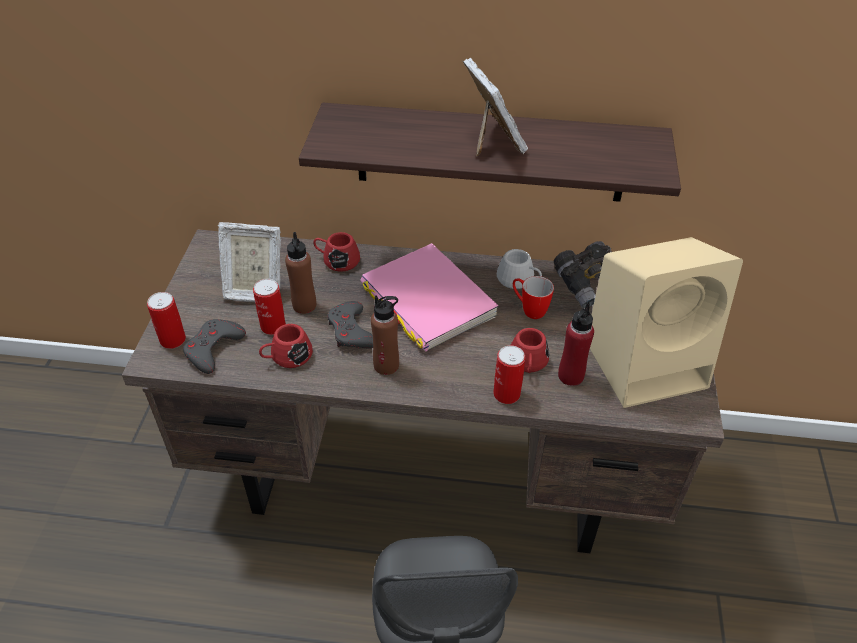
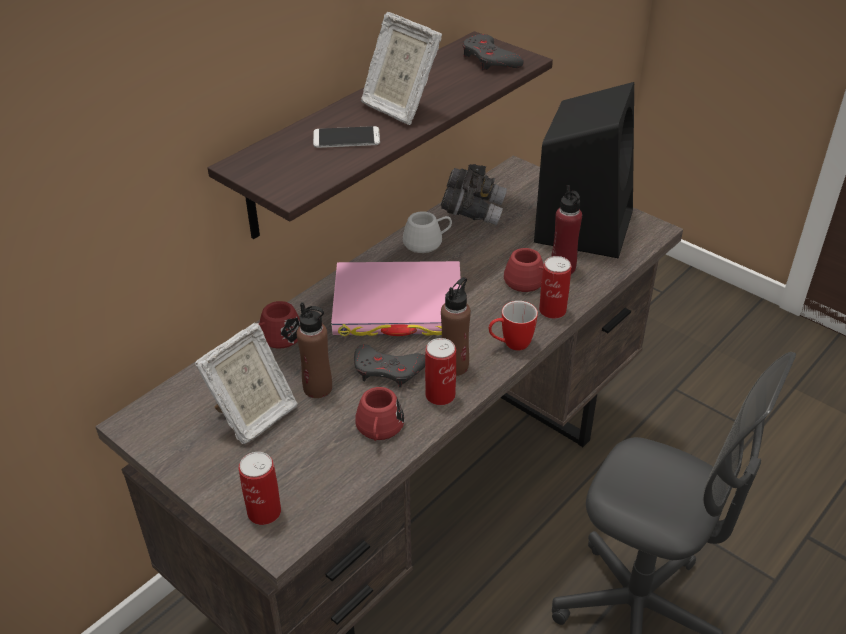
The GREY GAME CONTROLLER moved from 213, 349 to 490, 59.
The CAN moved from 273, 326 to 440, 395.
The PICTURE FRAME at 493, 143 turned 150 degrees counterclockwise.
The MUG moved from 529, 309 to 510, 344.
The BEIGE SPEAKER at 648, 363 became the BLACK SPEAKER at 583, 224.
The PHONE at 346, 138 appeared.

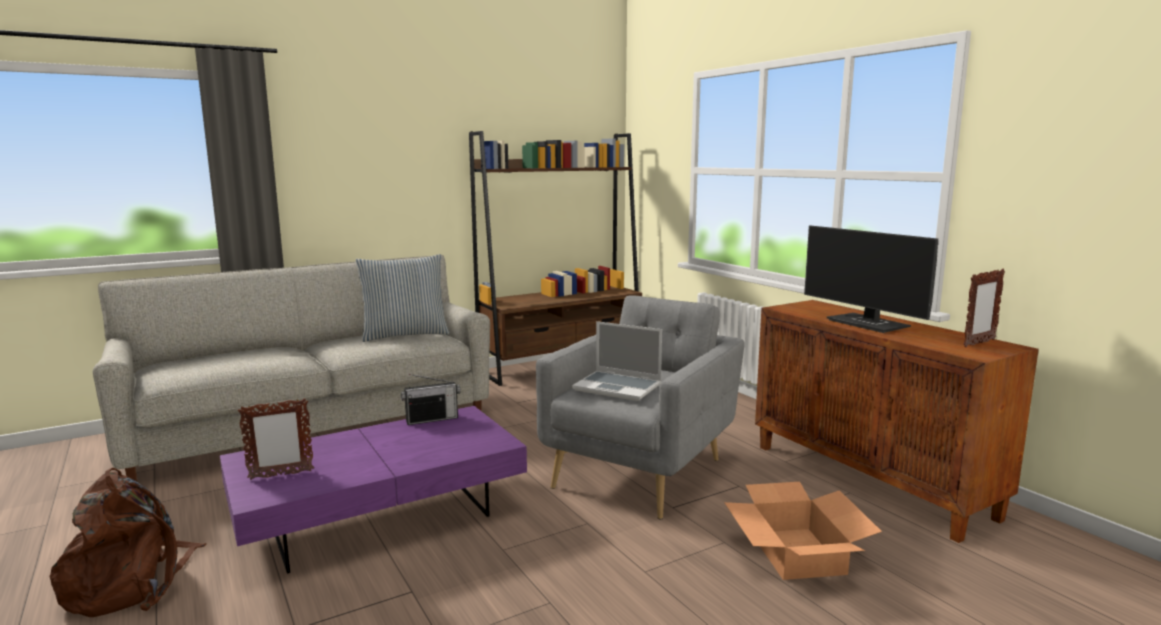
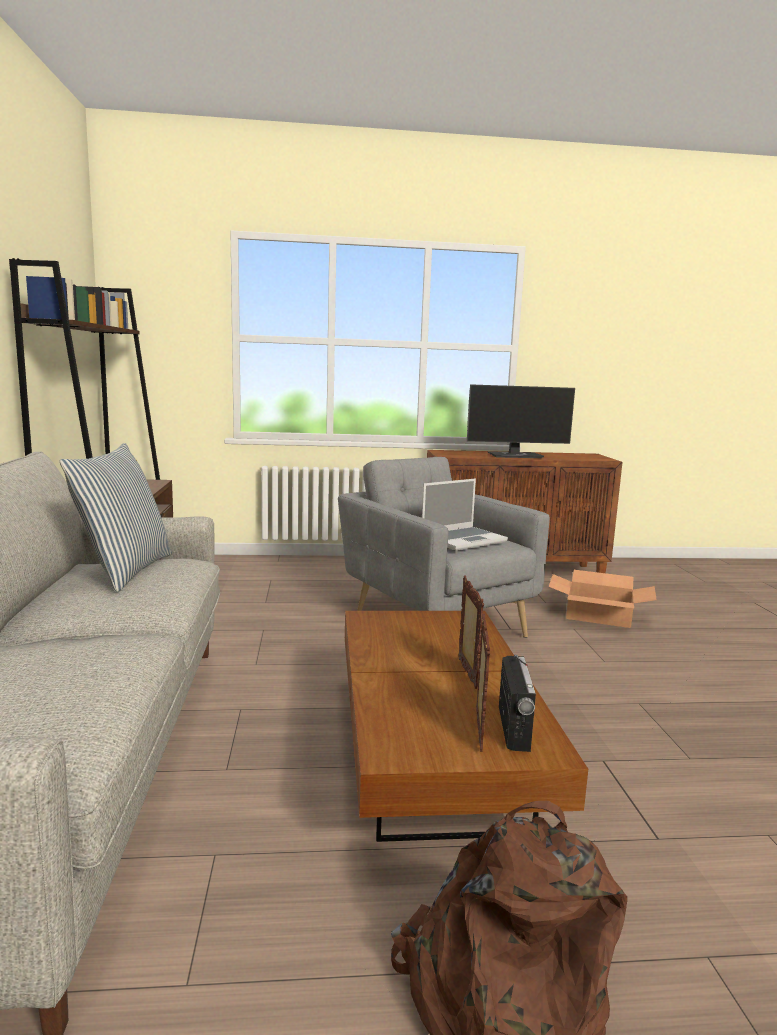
The PURPLE COFFEE TABLE at 380, 517 became the BROWN COFFEE TABLE at 432, 756.
The RADIO moved from 432, 419 to 513, 728.
The PICTURE FRAME moved from 979, 343 to 467, 673.

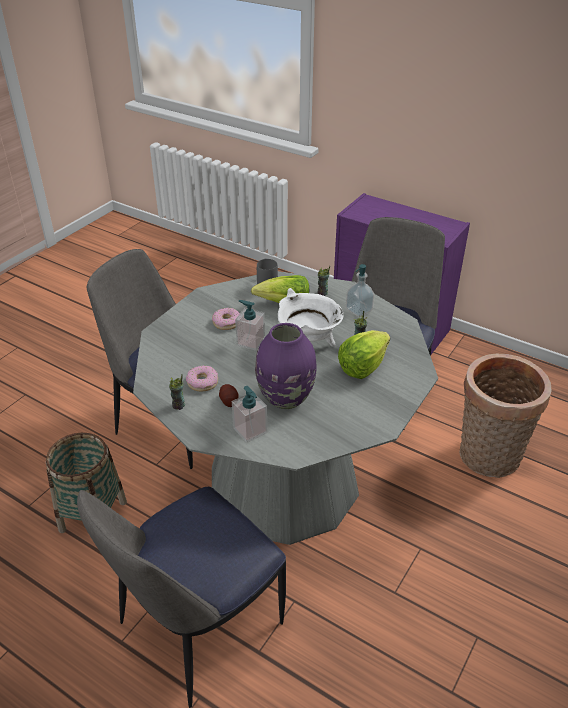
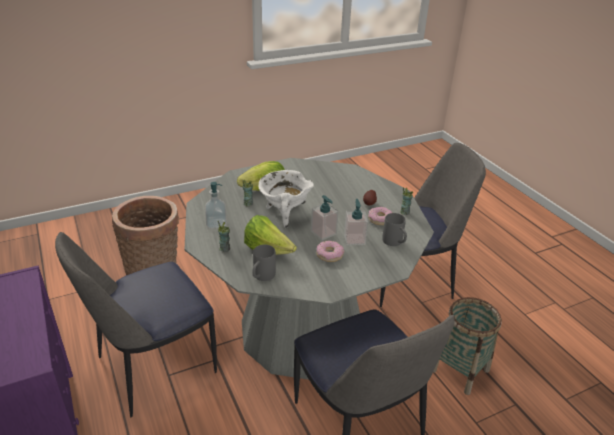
The SOAP DISPENSER moved from 250, 430 to 354, 239.
The PURPLE VASE at 286, 398 disappeared.
The GREY MUG at 395, 243 appeared.

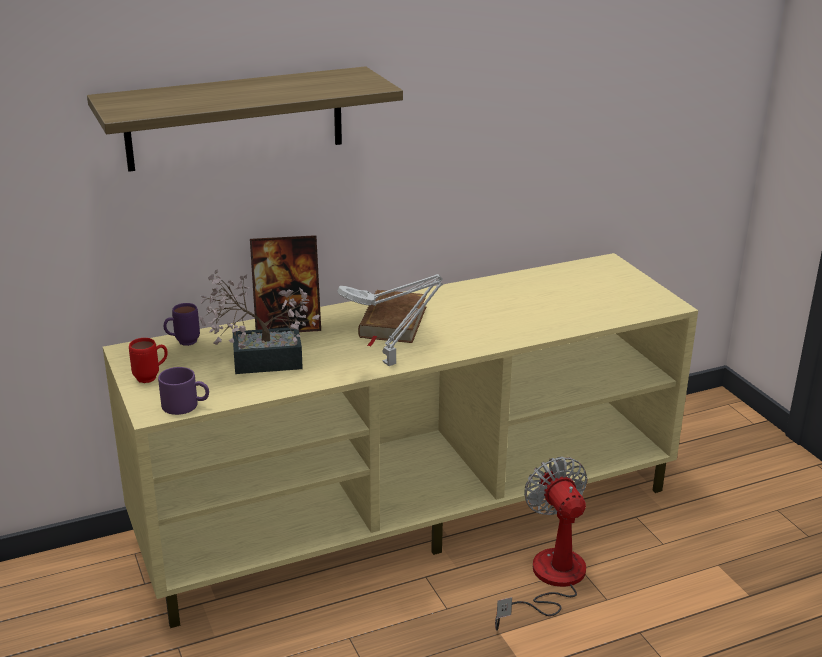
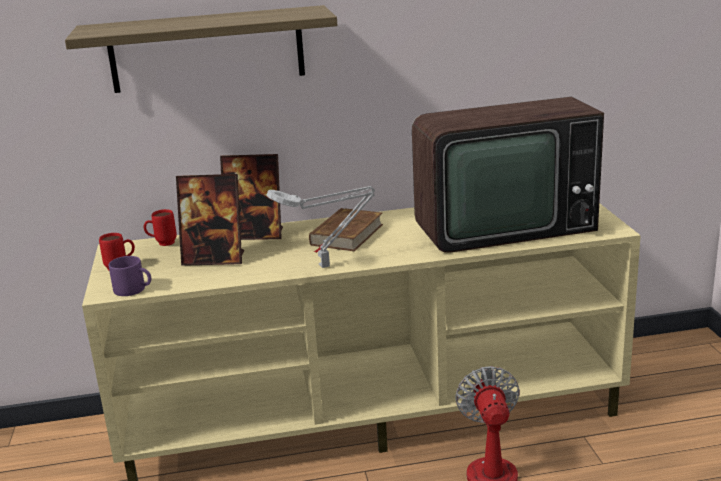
The PURPLE MUG at 182, 343 became the RED MUG at 162, 244.
The POTTED PLANT at 258, 361 was replaced by the PICTURE FRAME at 214, 259.
The TELEVISION at 499, 226 appeared.

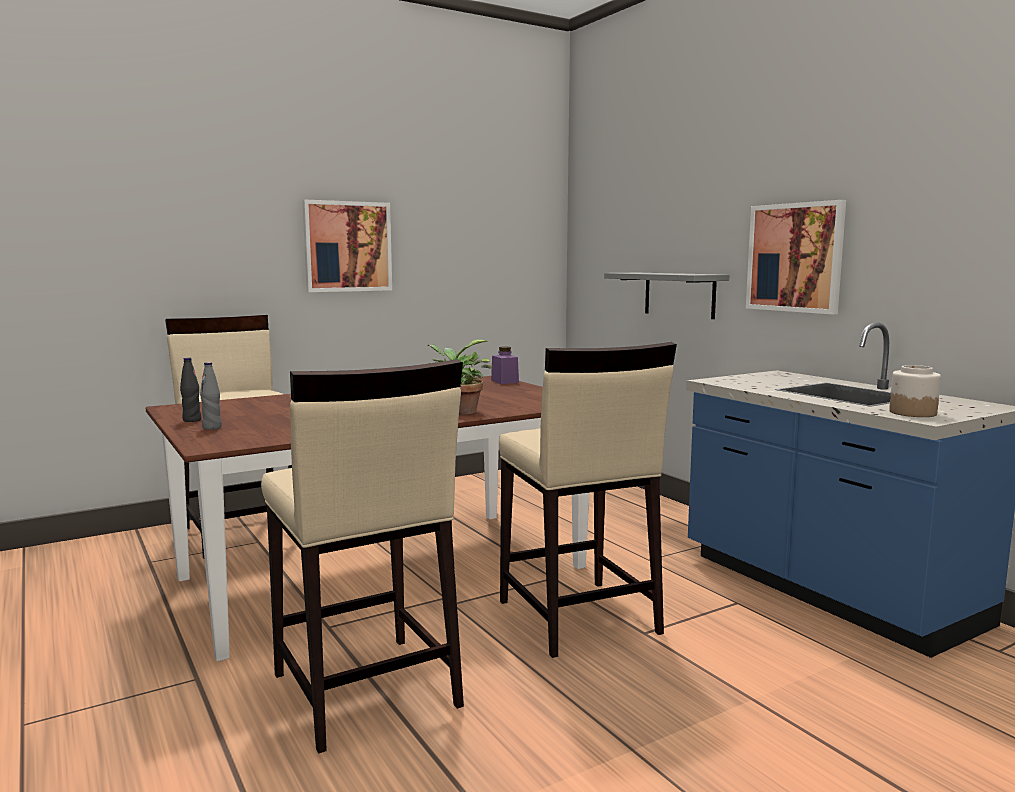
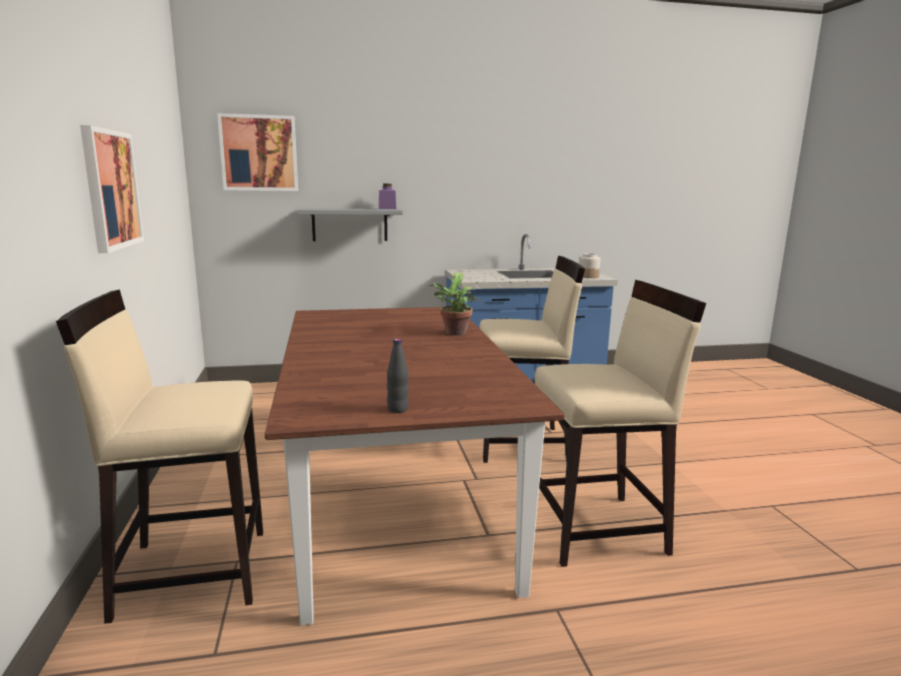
The GREY BOTTLE at 212, 428 disappeared.
The PURPLE JAR moved from 504, 381 to 387, 208.
The PICTURE moved from 795, 257 to 259, 153.

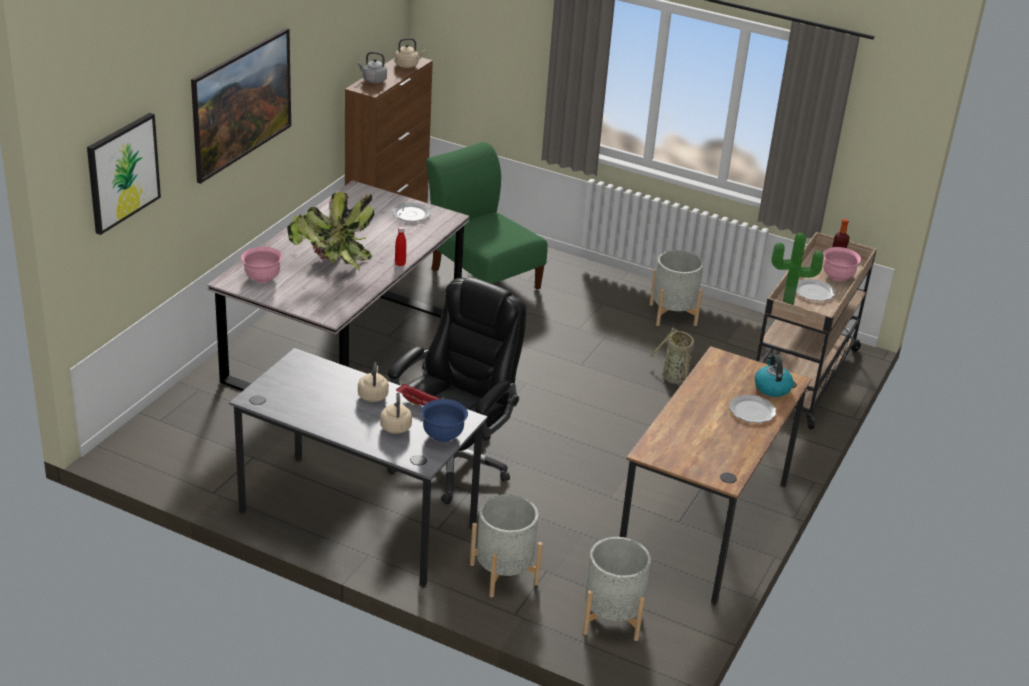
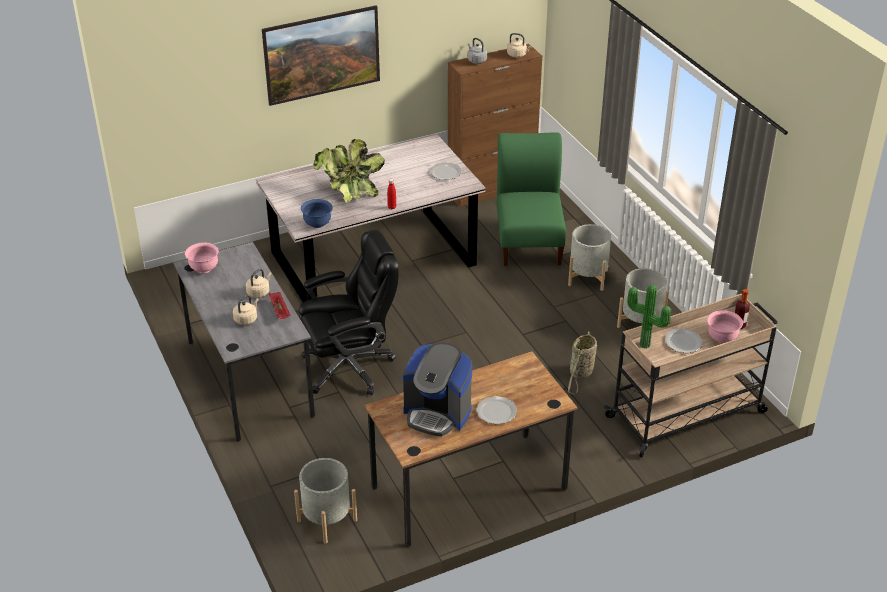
The PICTURE at 122, 172 disappeared.
The PINK BOWL moved from 262, 278 to 204, 268.
The BLUE BOWL moved from 443, 435 to 317, 224.
The GREY PLANTER moved from 504, 574 to 587, 277.
The KETTLE at 772, 387 disappeared.
The COFFEE MACHINE at 437, 413 appeared.

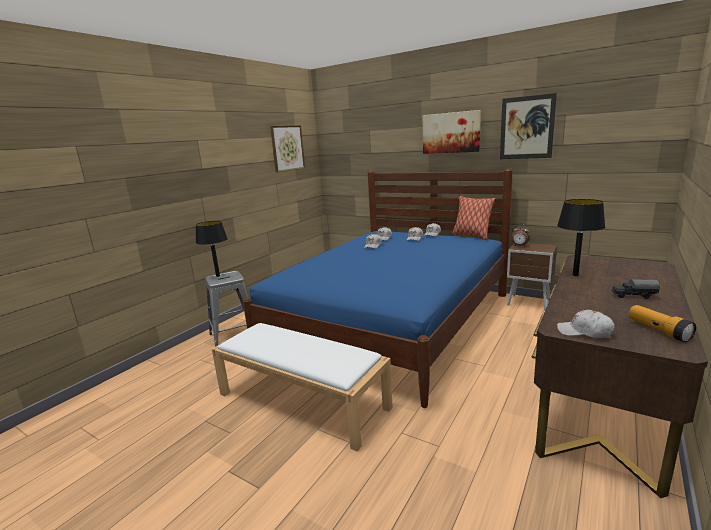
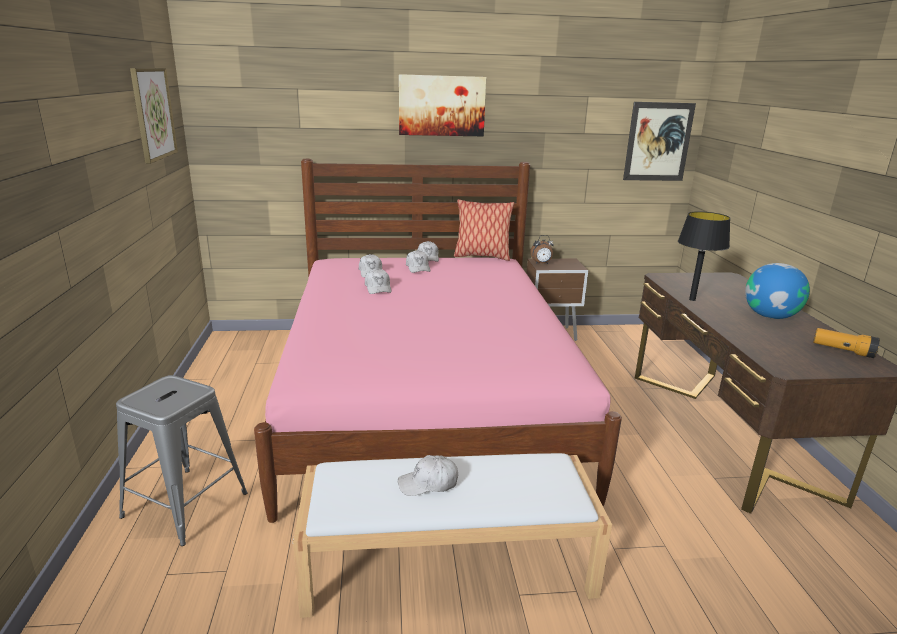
The BLACK TABLE LAMP at 217, 276 disappeared.
The BLUE BED at 392, 321 became the PINK BED at 425, 399.
The PICTURE moved from 526, 127 to 658, 142.
The WHITE CAP moved from 584, 332 to 428, 483.
The TOY TRUCK at 633, 296 was replaced by the GLOBE at 770, 316.

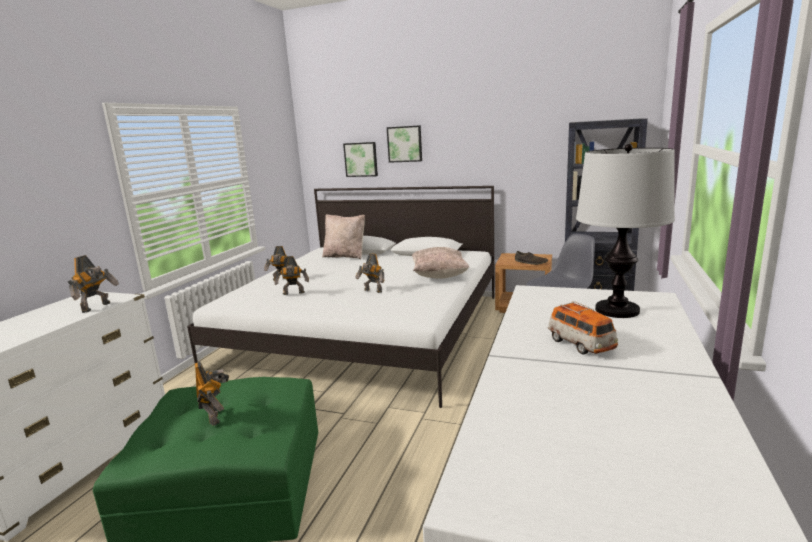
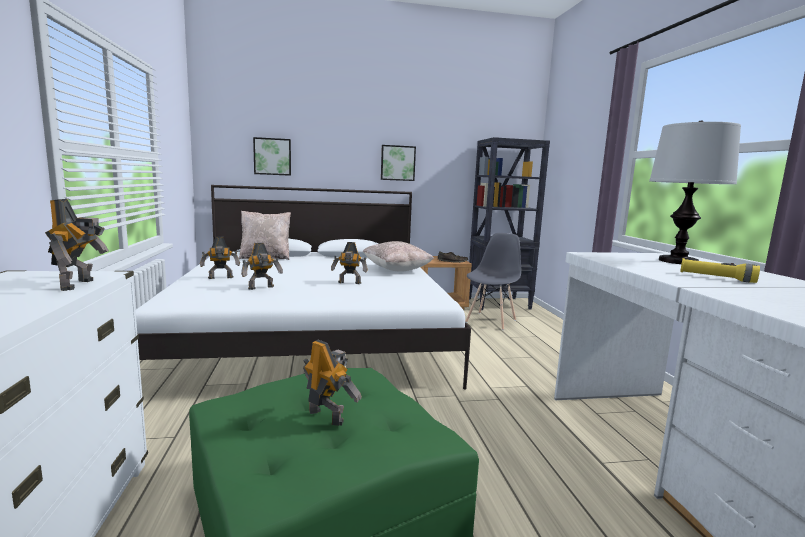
The PICTURE moved from 405, 144 to 397, 163.
The TOY CAR at 581, 345 was replaced by the YELLOW FLASHLIGHT at 716, 278.

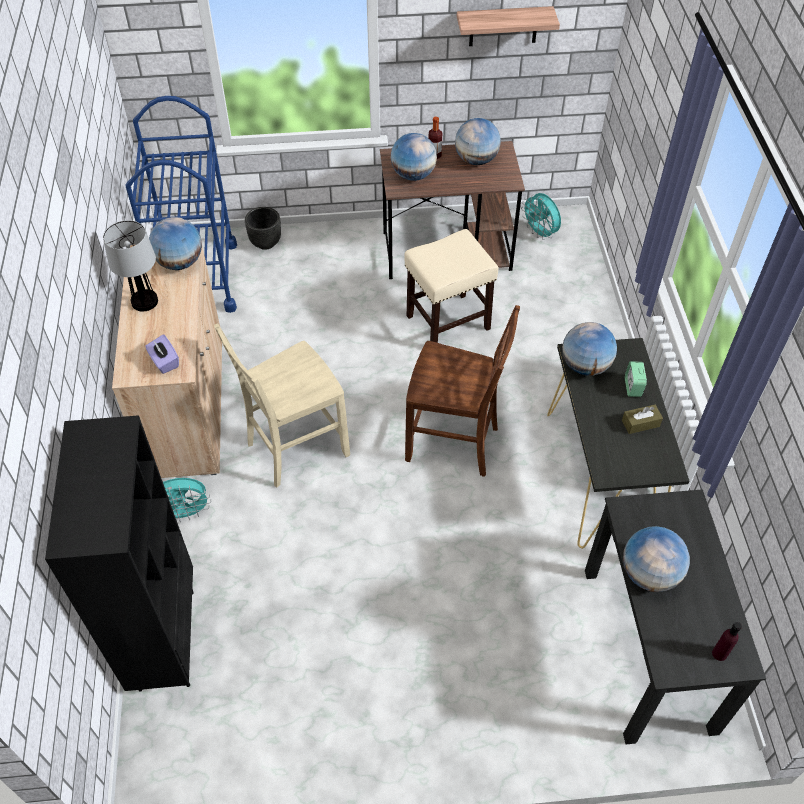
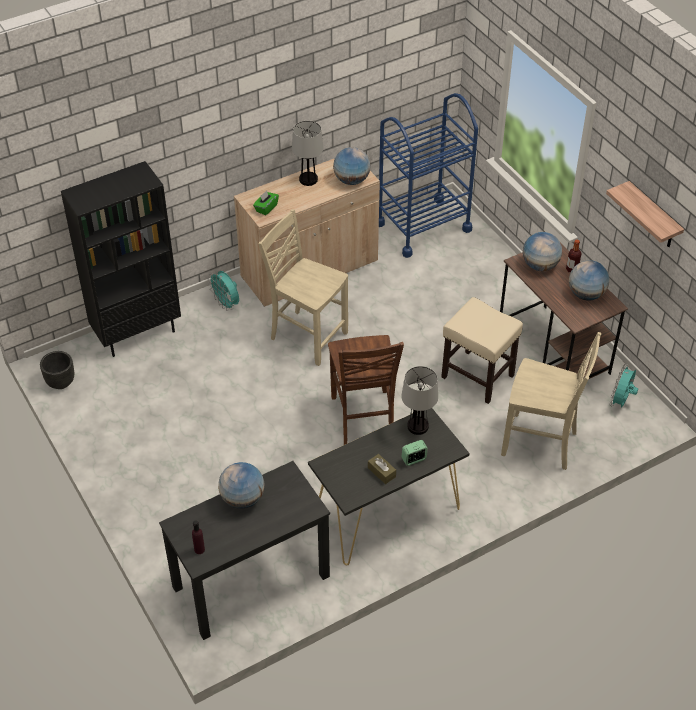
The PURPLE TISSUE BOX at 164, 362 became the GREEN TISSUE BOX at 266, 208.
The BLACK PLANTER moved from 265, 243 to 60, 382.
The GLOBE at 585, 366 was replaced by the TABLE LAMP at 417, 426.
The BEIGE CHAIR at 541, 443 appeared.

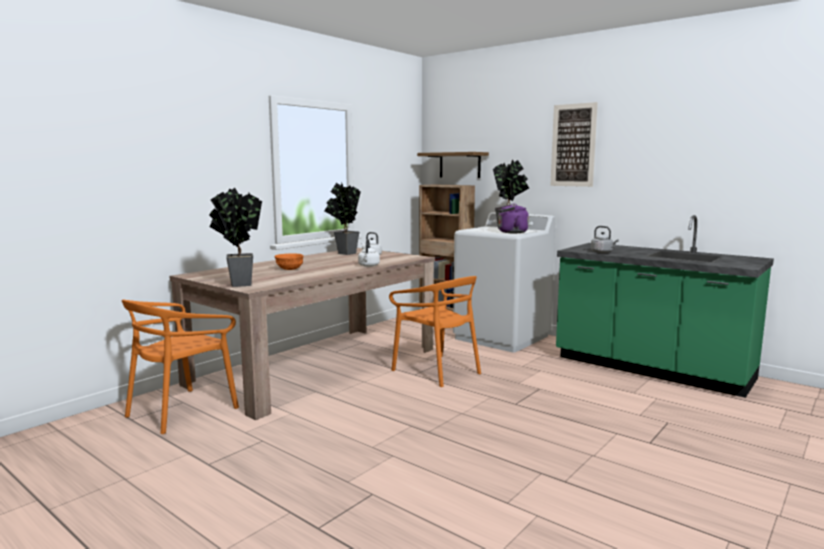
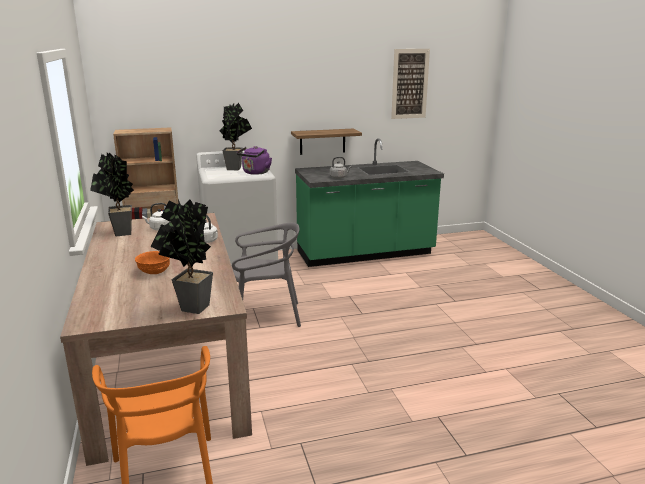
The ORANGE CHAIR at 437, 371 became the GREY CHAIR at 267, 316.
The SHELF moved from 460, 165 to 322, 141.
The PICTURE moved from 573, 145 to 410, 84.

